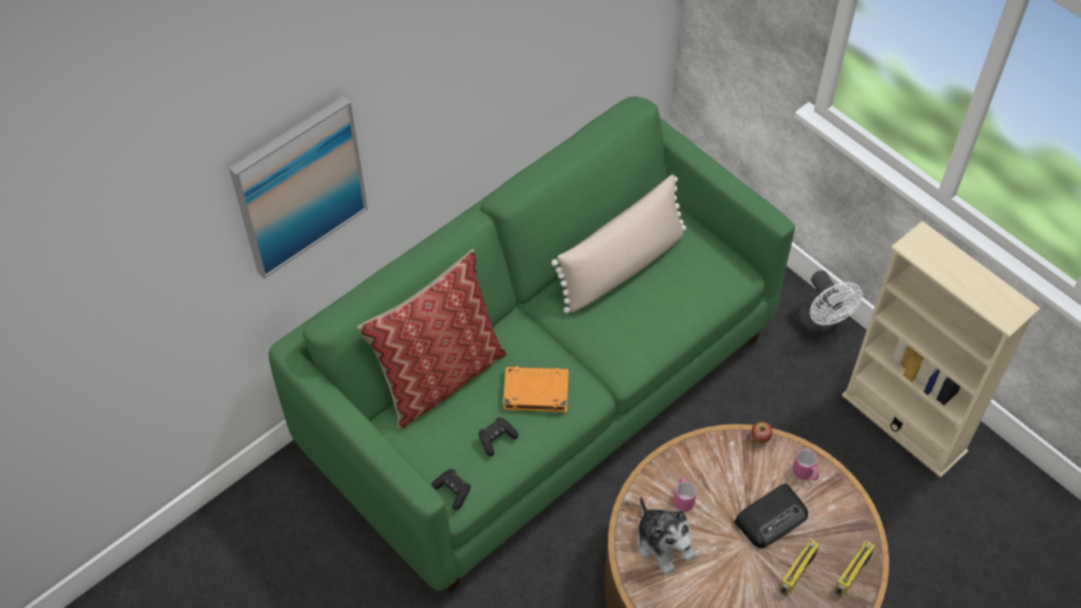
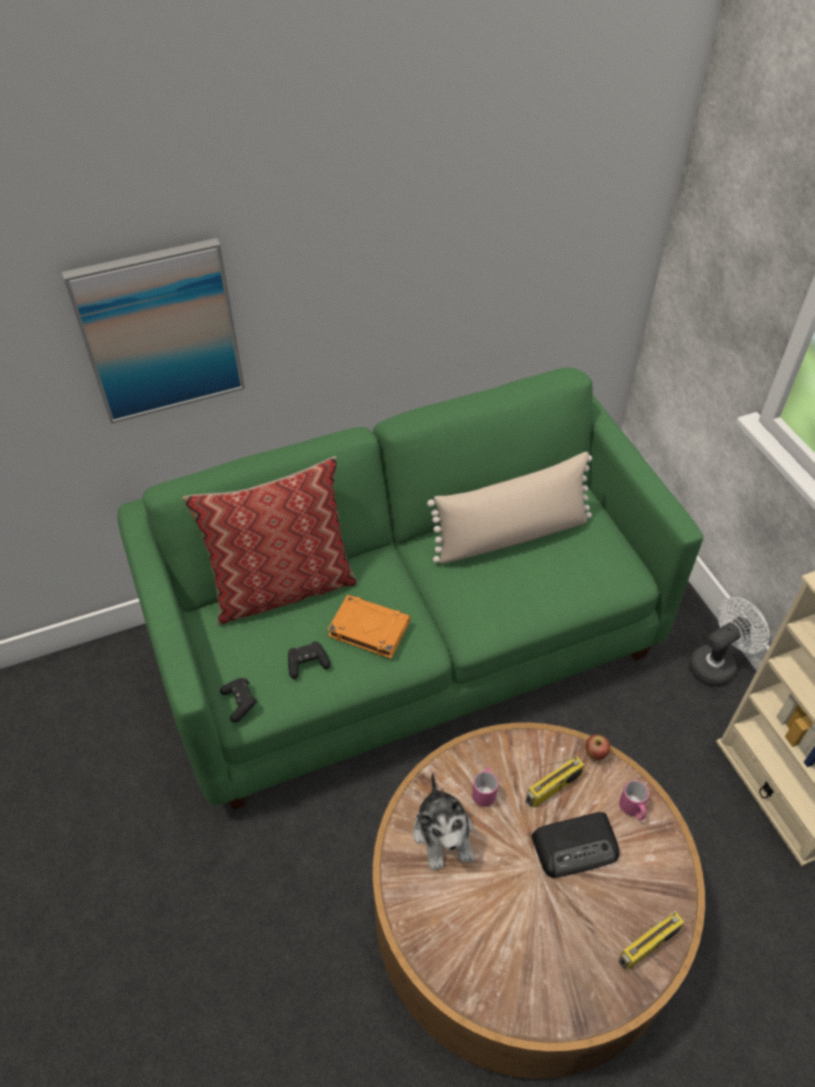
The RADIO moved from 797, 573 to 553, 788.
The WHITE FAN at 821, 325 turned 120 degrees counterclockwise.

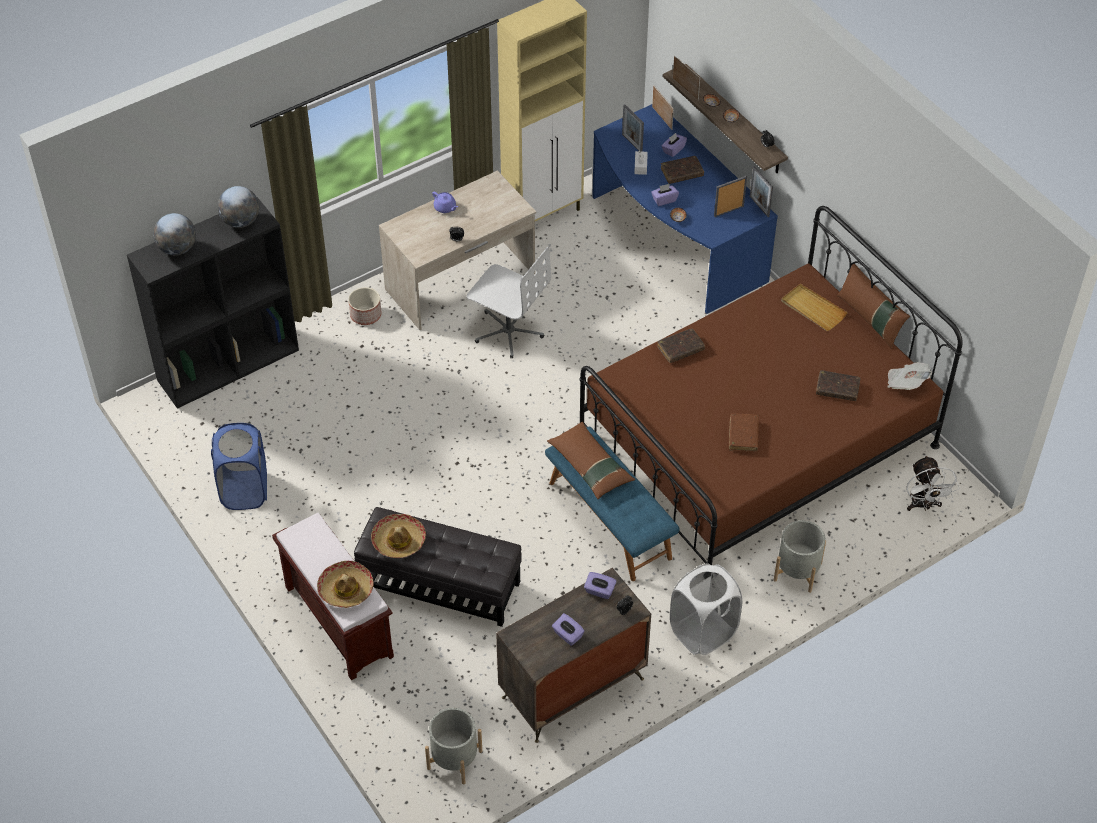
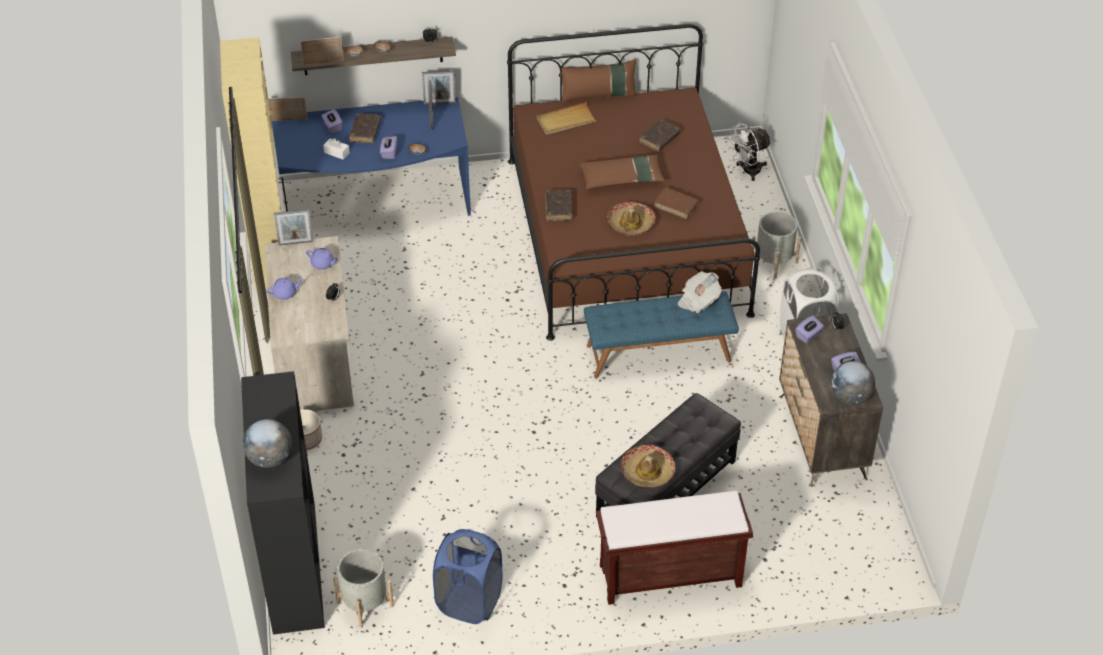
The GLOBE moved from 240, 221 to 850, 397.
The HAT moved from 346, 589 to 631, 224.
The GREY PLANTER moved from 454, 759 to 365, 604.
The WHITE OFFICE CHAIR at 508, 331 disappeared.
The BROWN PILLOW moved from 590, 466 to 622, 179.
The PICTURE FRAME moved from 632, 143 to 295, 243.
The NEWSPAPER moved from 906, 383 to 698, 300.
The WHITE FAN at 923, 505 turned 135 degrees clockwise.
The PURPLE TEAPOT at 323, 264 appeared.

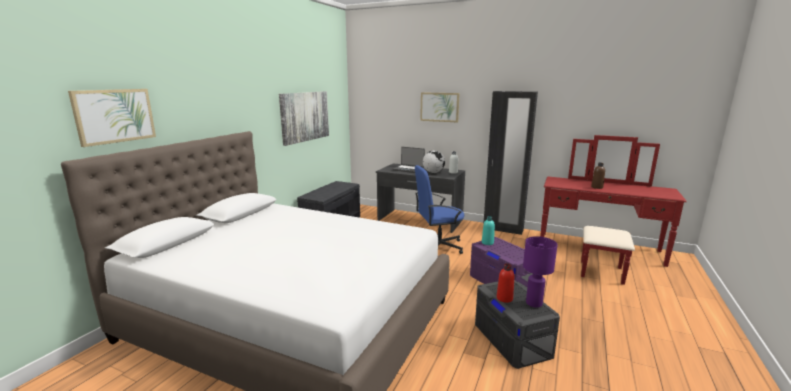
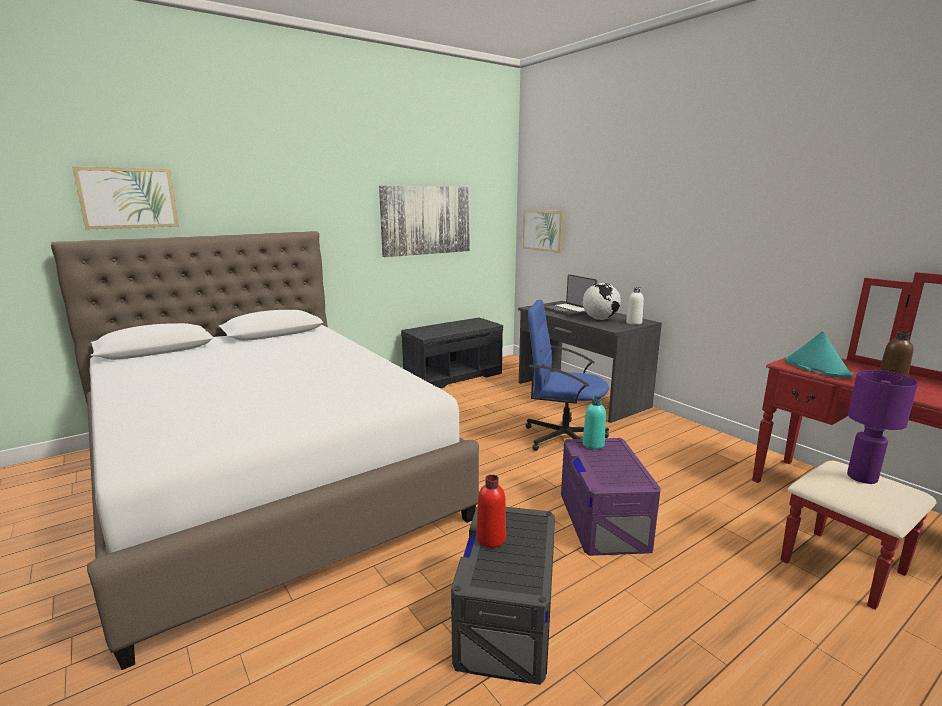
The PICTURE moved from 439, 107 to 543, 230.
The BLACK WARDROBE at 503, 229 disappeared.
The PURPLE TABLE LAMP moved from 533, 303 to 862, 477.
The TURQUOISE HAT at 816, 368 appeared.

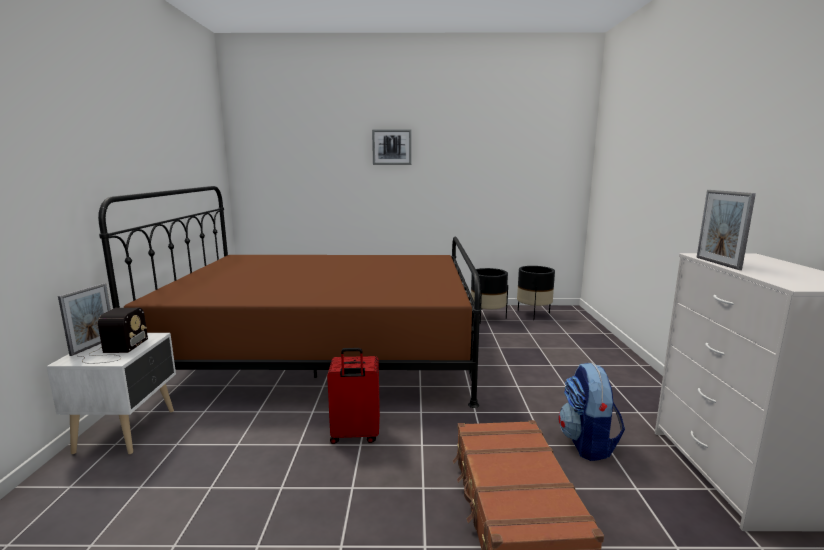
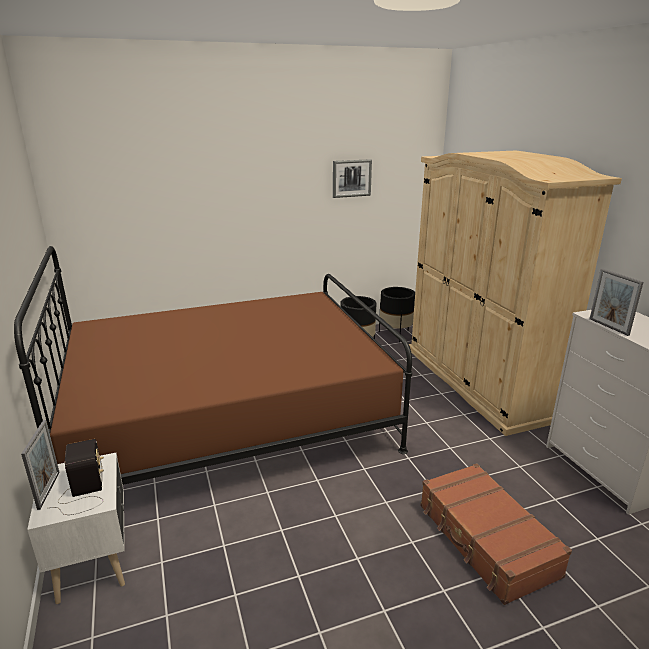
The RED SUITCASE at 355, 435 disappeared.
The PICTURE moved from 392, 147 to 351, 178.
The BACKPACK at 587, 443 disappeared.
The BEIGE WARDROBE at 477, 380 appeared.

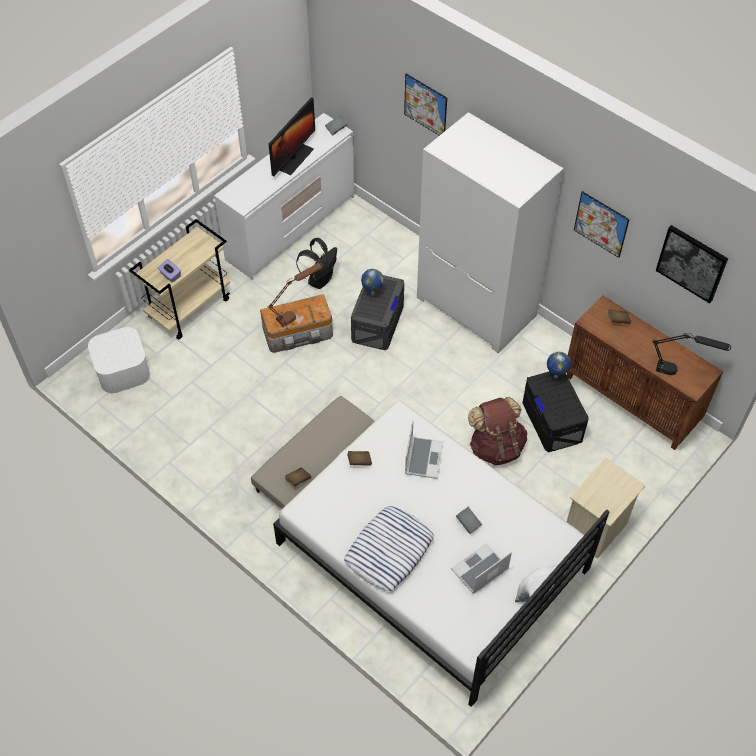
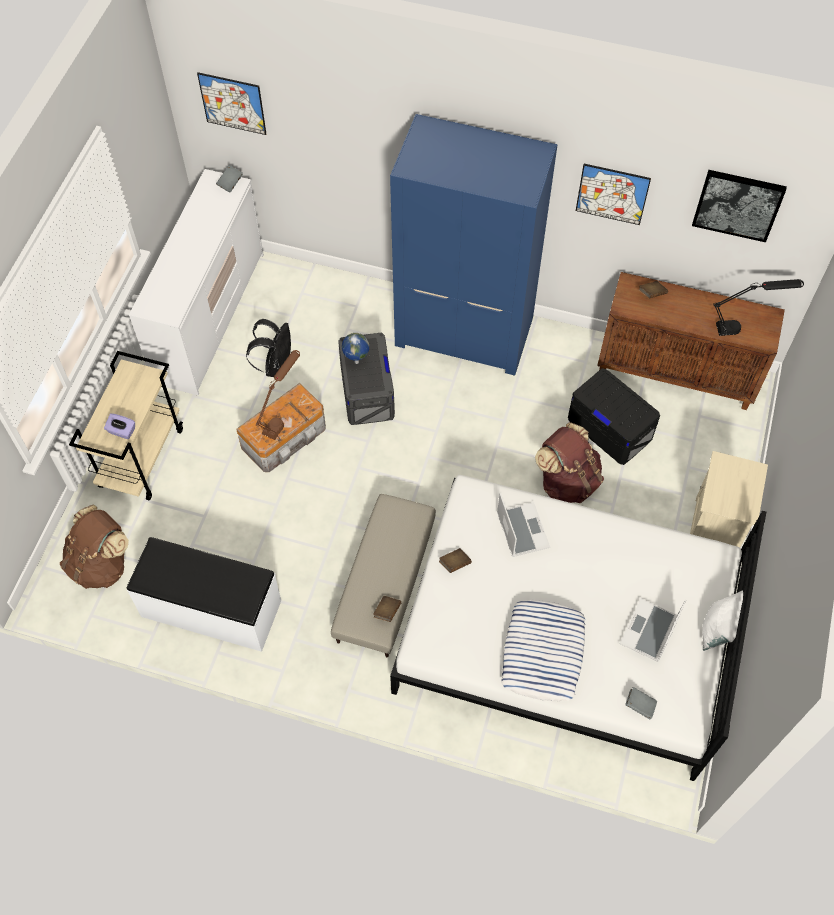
The WHITE STORAGE BOX at 122, 370 was replaced by the BROWN BACKPACK at 101, 564.
The MONITOR at 294, 158 disappeared.
The PICTURE moved from 425, 105 to 232, 103.
The WHITE WARDROBE at 477, 307 became the BLUE WARDROBE at 465, 331.
The GREY BOOK moved from 468, 523 to 639, 705.
The GLOBE at 555, 377 disappeared.
The WHITE BENCH at 211, 609 appeared.

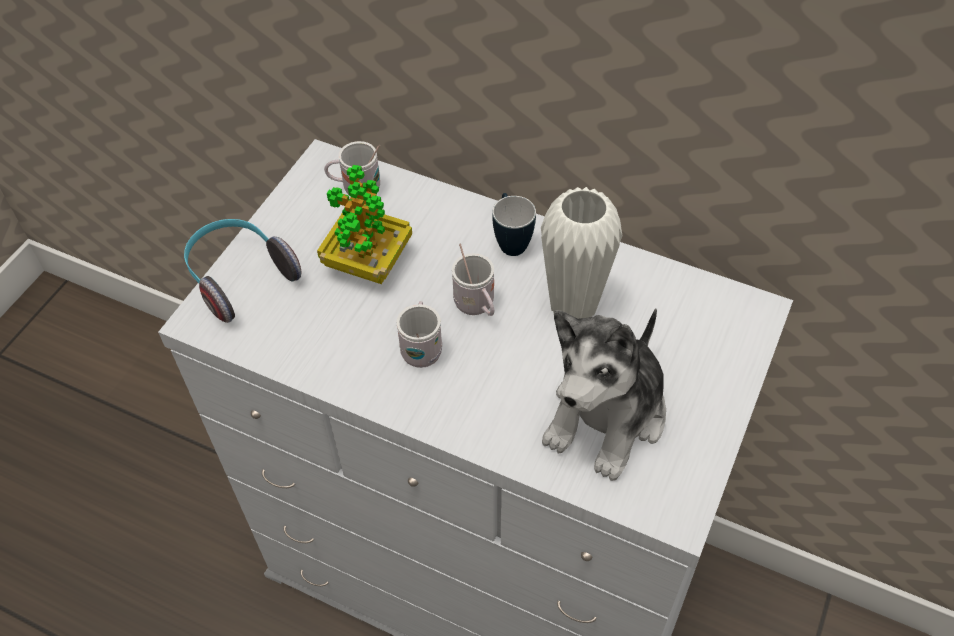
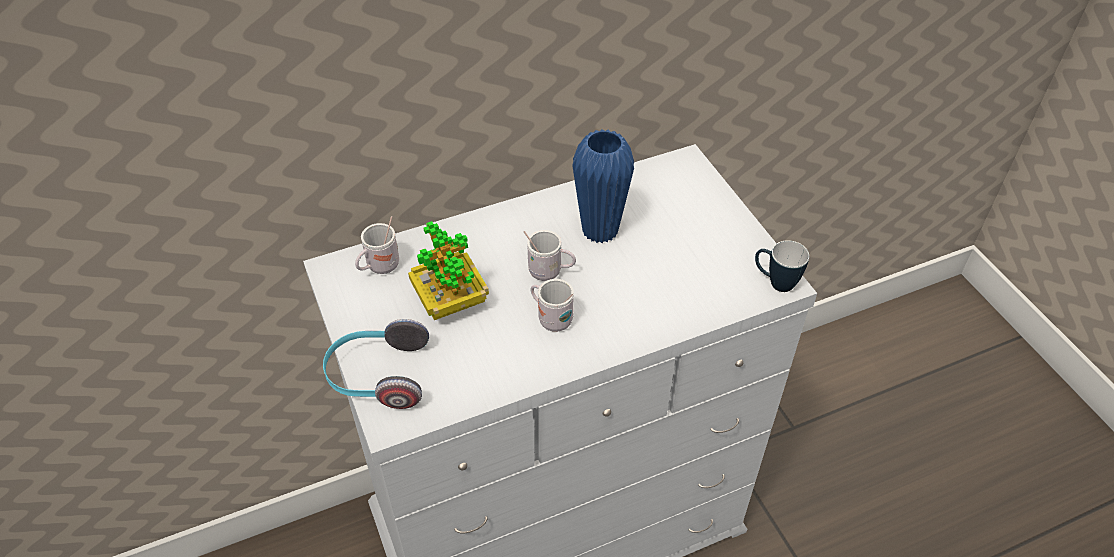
The MUG moved from 510, 241 to 775, 282.
The WHITE VASE at 573, 307 became the BLUE VASE at 600, 230.
The PLUSH TOY at 607, 416 disappeared.

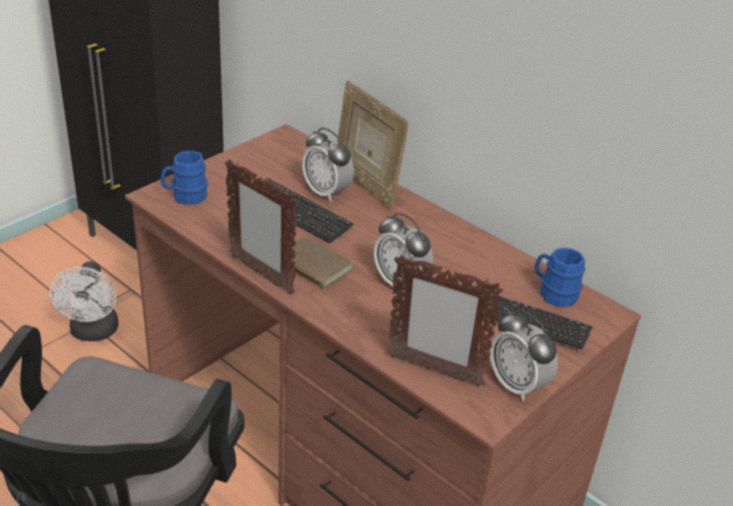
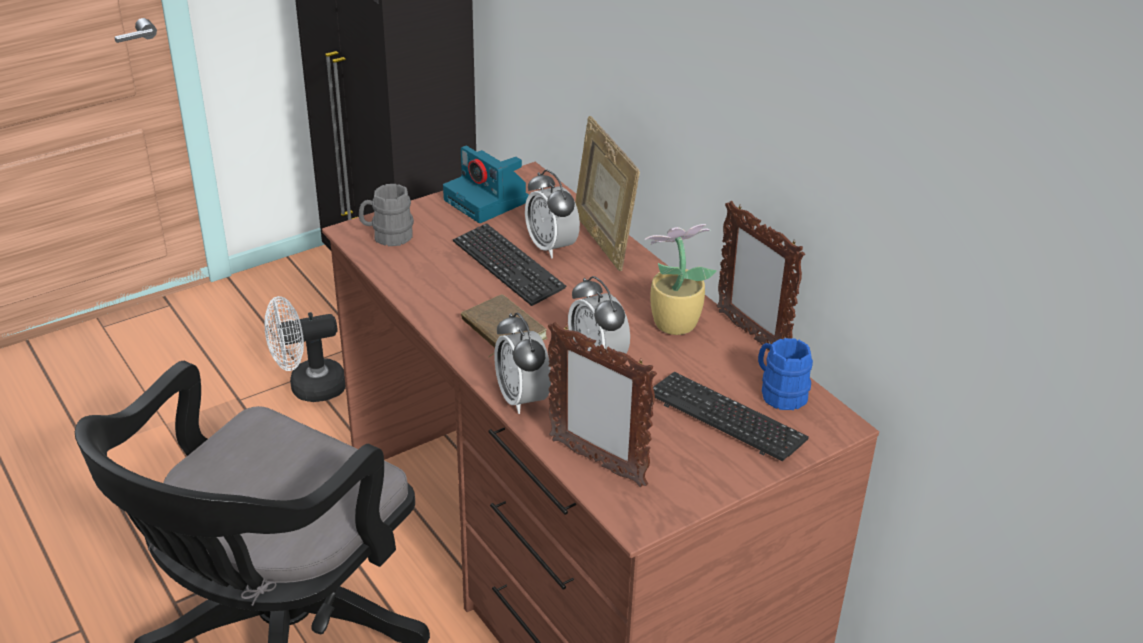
The WHITE FAN at 93, 333 turned 60 degrees clockwise.
The BLUE MUG at 185, 196 became the GREY MUG at 387, 236.
The PICTURE FRAME moved from 261, 274 to 751, 335.
The ALARM CLOCK moved from 517, 385 to 522, 398.
The PHOTO CAMERA at 488, 201 appeared.
The POTTED PLANT at 672, 324 appeared.

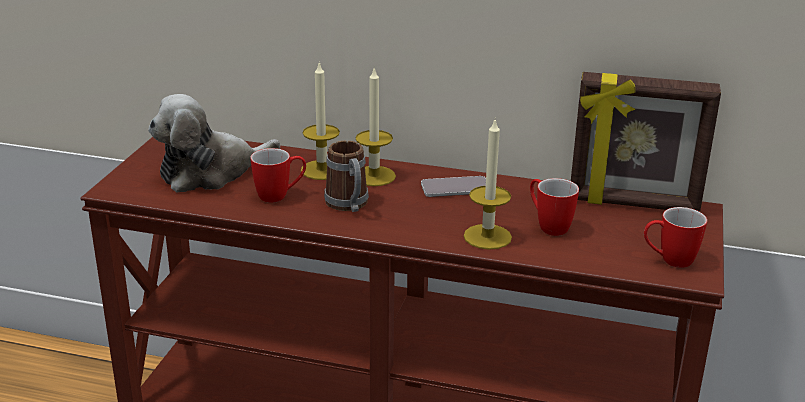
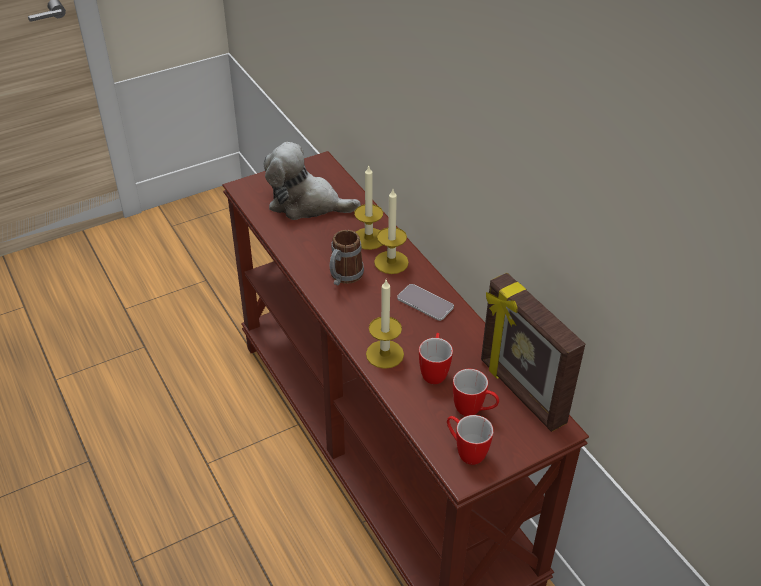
The MUG moved from 280, 196 to 474, 411.

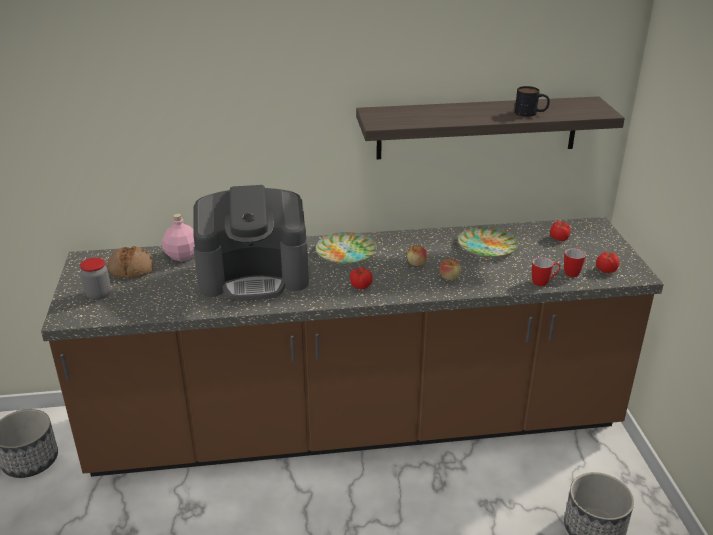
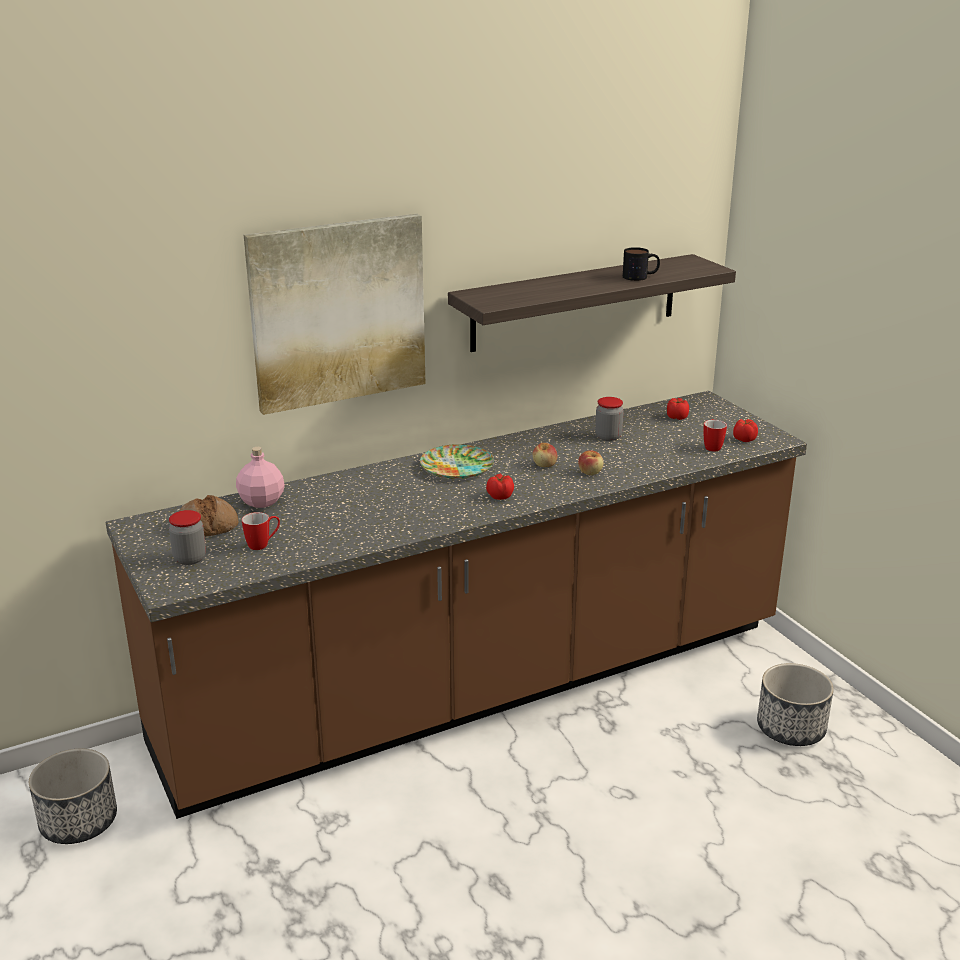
The COFFEE MACHINE at 254, 276 disappeared.
The PLATE at 487, 246 was replaced by the JAR at 608, 437.
The MUG moved from 544, 282 to 263, 544.
The PICTURE at 338, 312 appeared.

